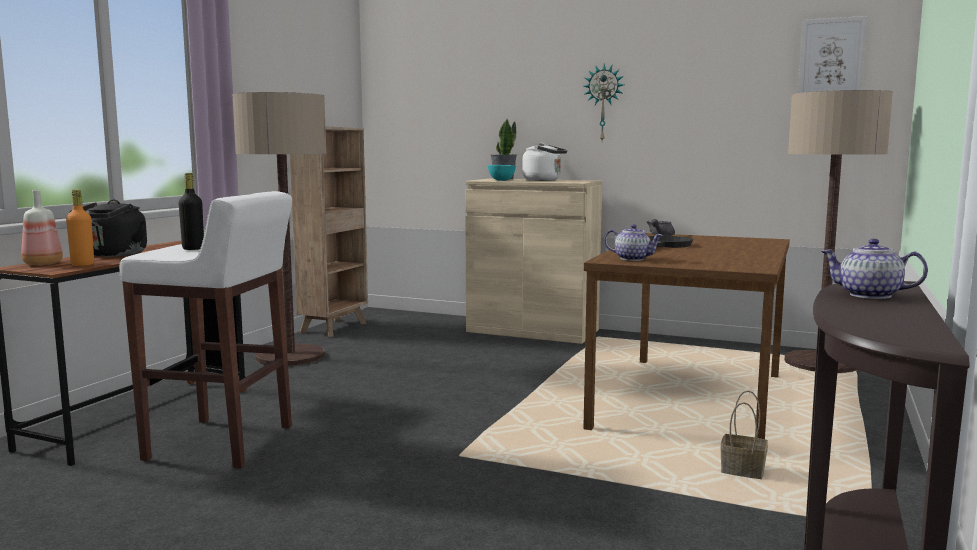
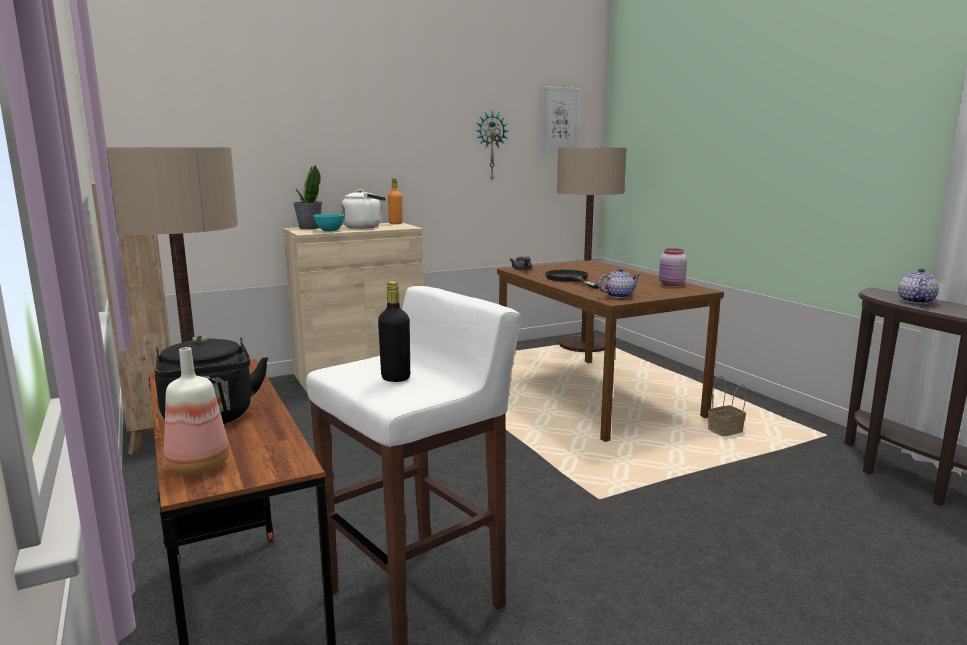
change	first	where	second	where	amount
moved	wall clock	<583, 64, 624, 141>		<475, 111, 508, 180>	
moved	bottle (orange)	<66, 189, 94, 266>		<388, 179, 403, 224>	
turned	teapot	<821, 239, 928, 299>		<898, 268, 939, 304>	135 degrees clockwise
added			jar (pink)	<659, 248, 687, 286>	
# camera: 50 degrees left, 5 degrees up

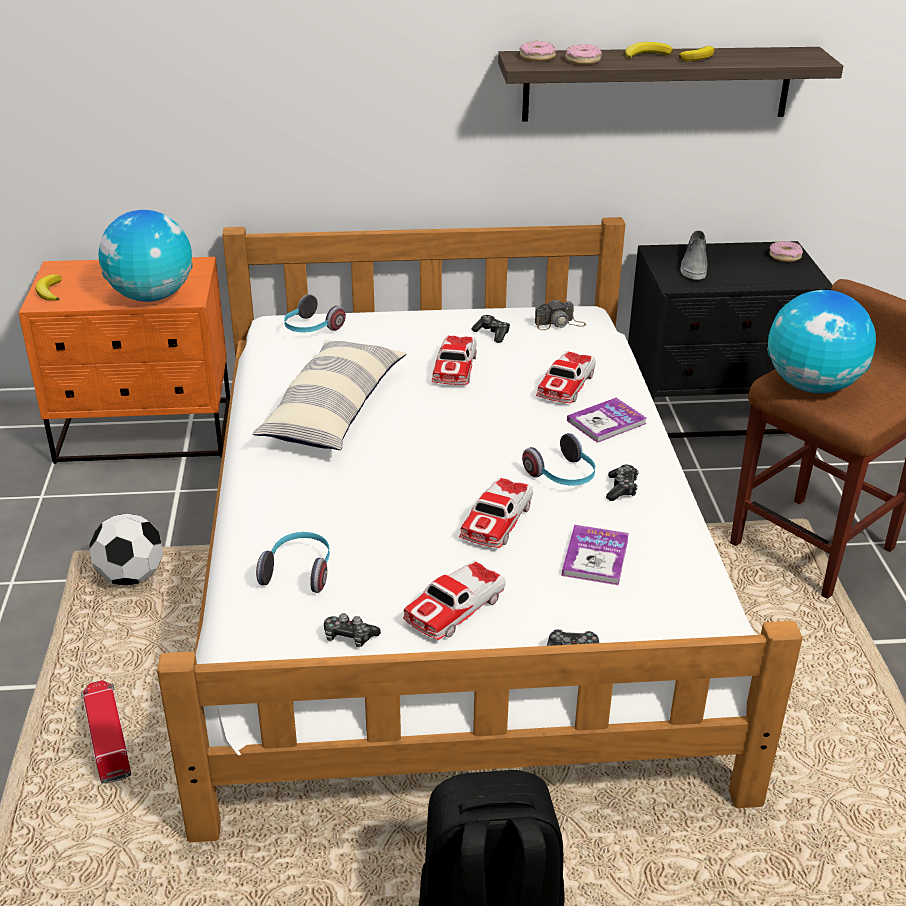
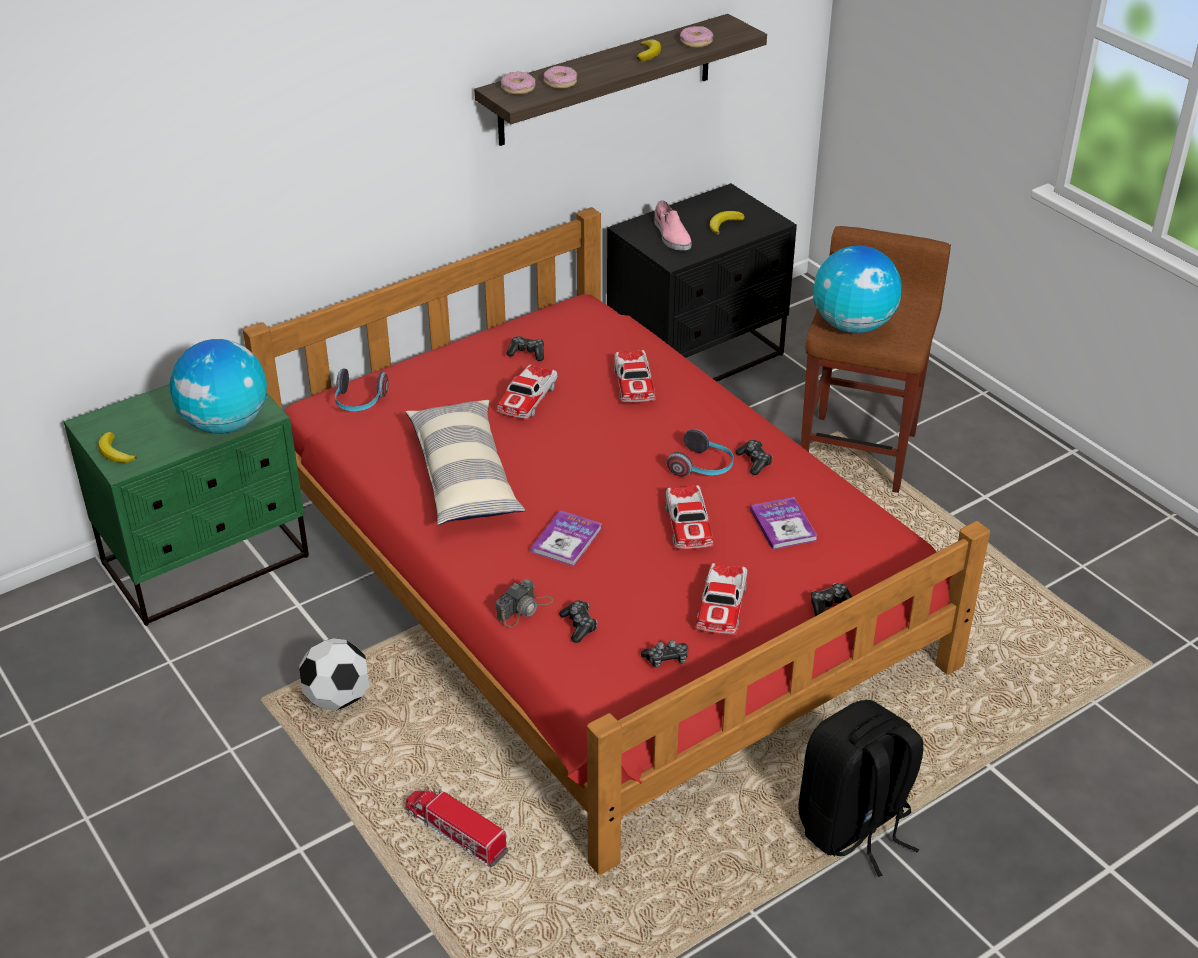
change	first	where	second	where	amount
moved	banana	<625, 42, 673, 59>		<710, 211, 745, 234>	
recoloured	bed (white)	<157, 217, 803, 843>	bed (red)	<243, 207, 990, 875>	
recoloured	shoe (grey)	<681, 231, 708, 280>	shoe (pink)	<655, 200, 691, 251>	
moved	donut	<769, 241, 803, 262>		<680, 26, 713, 48>	
recoloured	nightstand (orange)	<19, 257, 230, 464>	nightstand (green)	<64, 384, 309, 626>	
moved	photo camera	<535, 299, 586, 330>		<496, 579, 553, 627>	
turned	toy car	<431, 336, 477, 385>		<497, 365, 557, 419>	45 degrees clockwise
moved	book	<567, 398, 647, 443>		<531, 510, 602, 566>	
replaced	headphones	<256, 532, 330, 593>	game controller	<559, 600, 597, 643>	
# camera: 30 degrees left, 5 degrees up

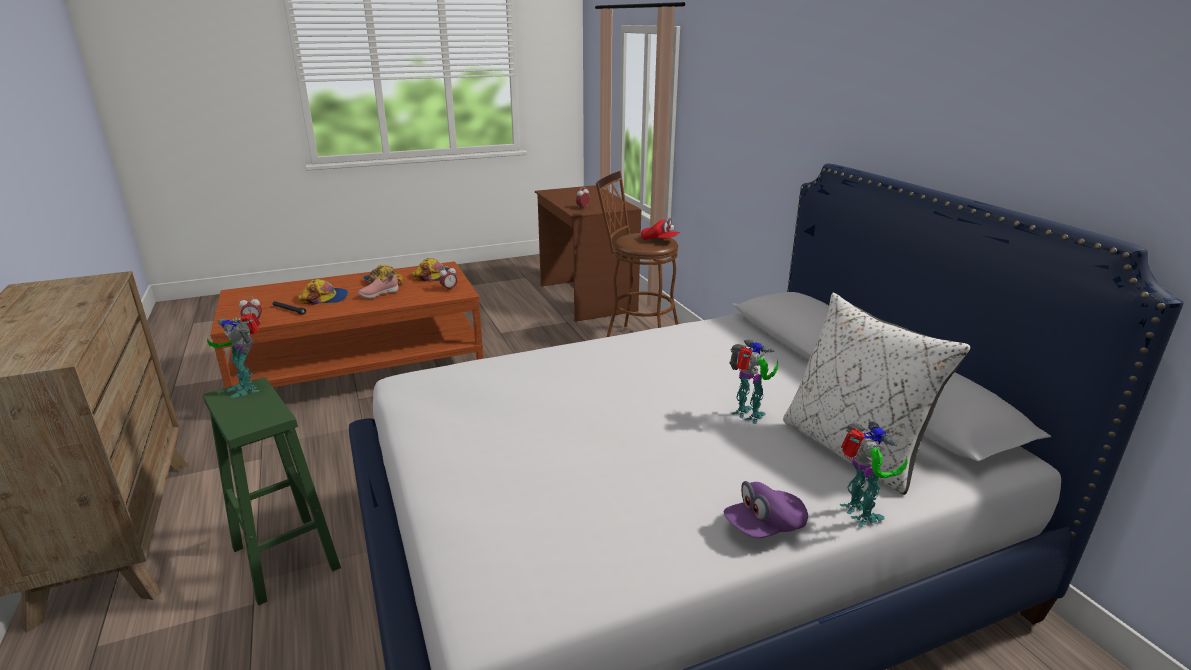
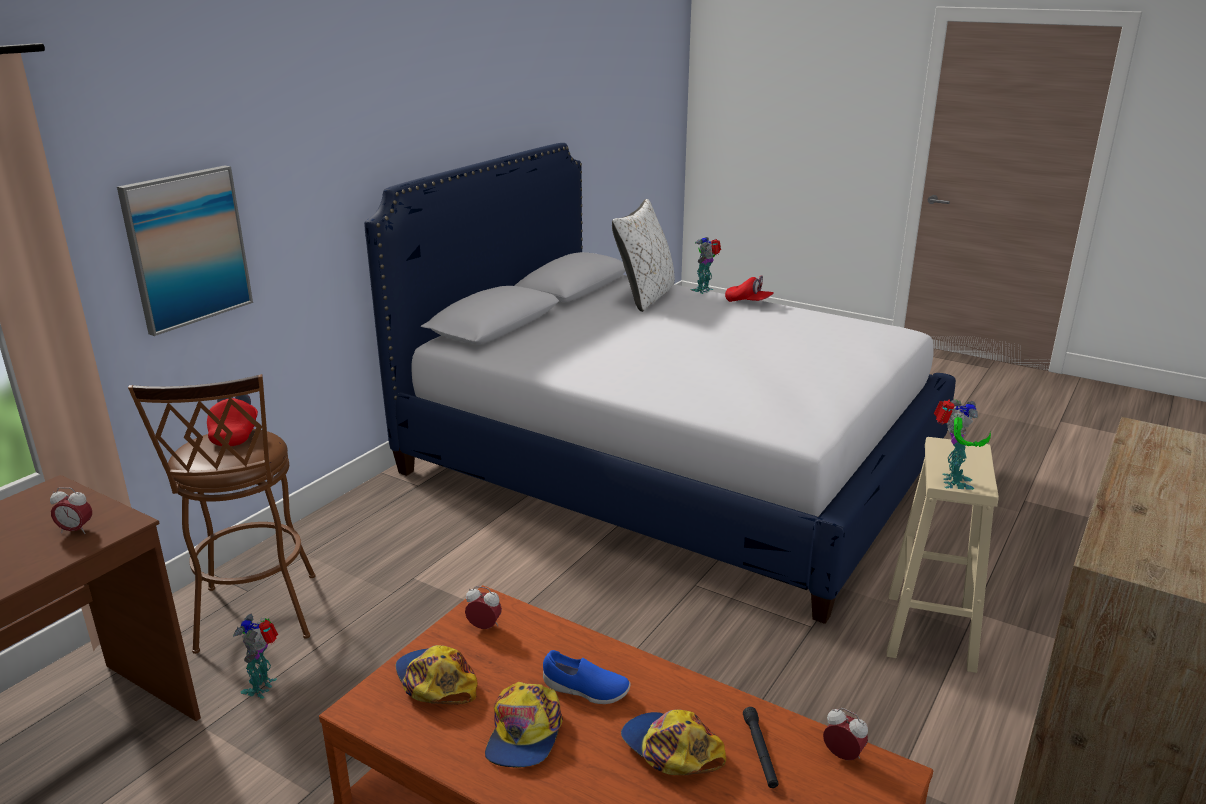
change	first	where	second	where	amount
recoloured	shoe (pink)	<358, 274, 398, 298>	shoe (blue)	<543, 650, 631, 704>	
moved	toy robot	<730, 340, 778, 424>		<233, 613, 278, 699>	
recoloured	stool (green)	<203, 377, 341, 606>	stool (beige)	<887, 437, 999, 673>	
recoloured	cap (purple)	<724, 481, 808, 538>	cap (red)	<725, 275, 773, 302>	
added			picture	<117, 165, 253, 336>	
# camera: 125 degrees left, 0 degrees up

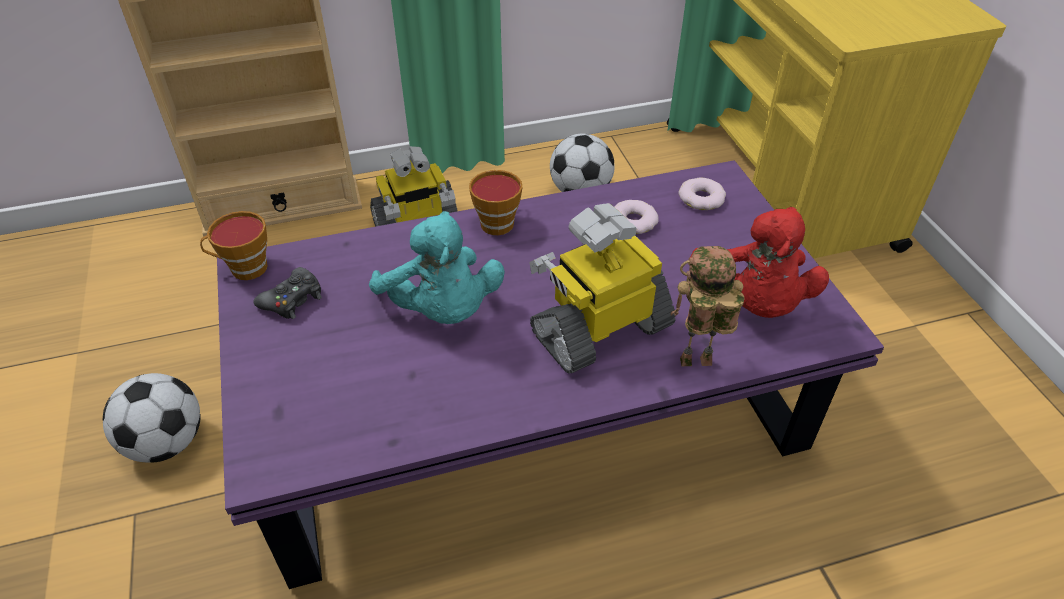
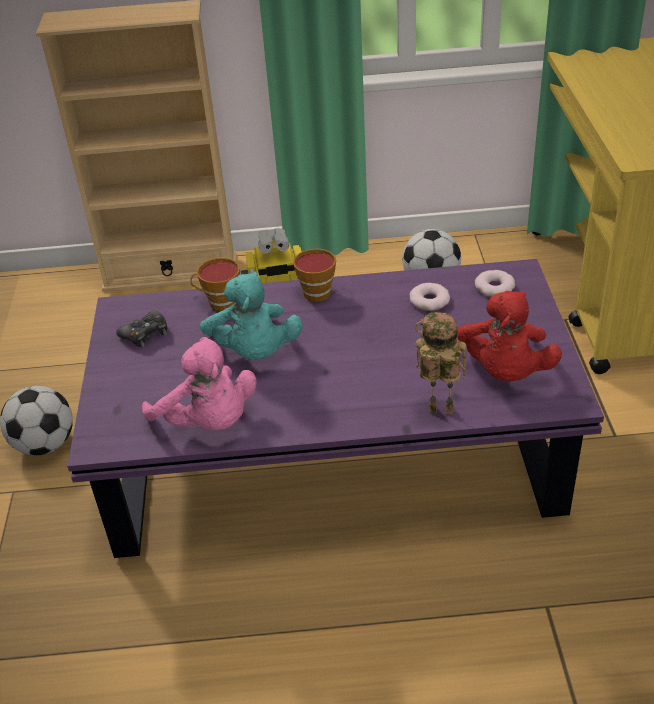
change	first	where	second	where	amount
removed	toy robot	<529, 203, 676, 374>			
moved	cup	<200, 211, 268, 280>		<190, 258, 240, 311>	
added			plush toy (pink)	<142, 337, 257, 430>	
# camera: 15 degrees right, 5 degrees down

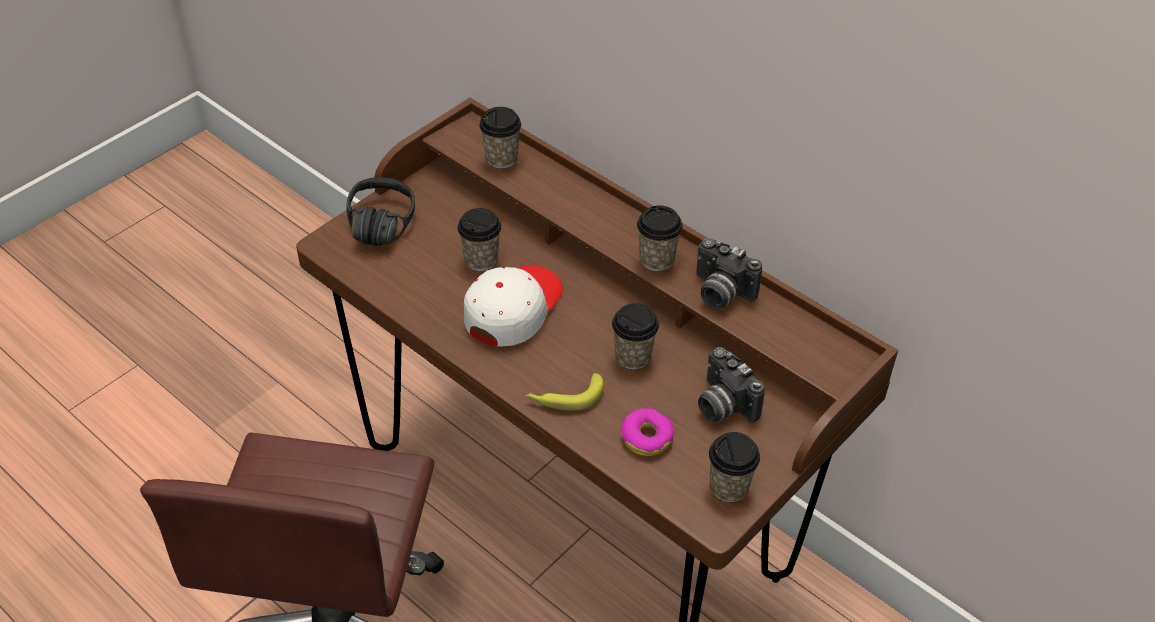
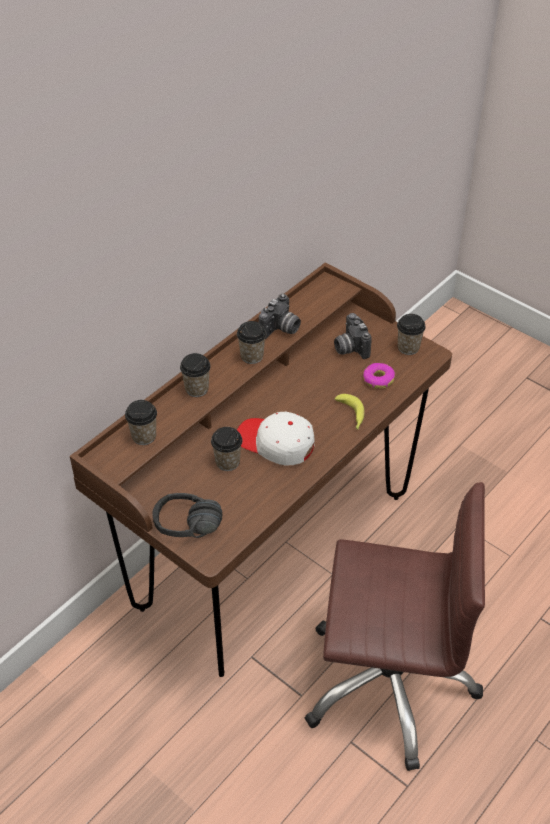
change	first	where	second	where	amount
moved	cup	<612, 303, 659, 370>		<180, 353, 211, 397>	
turned	photo camera	<698, 347, 765, 423>		<334, 313, 372, 359>	105 degrees clockwise
# camera: 90 degrees left, 0 degrees up

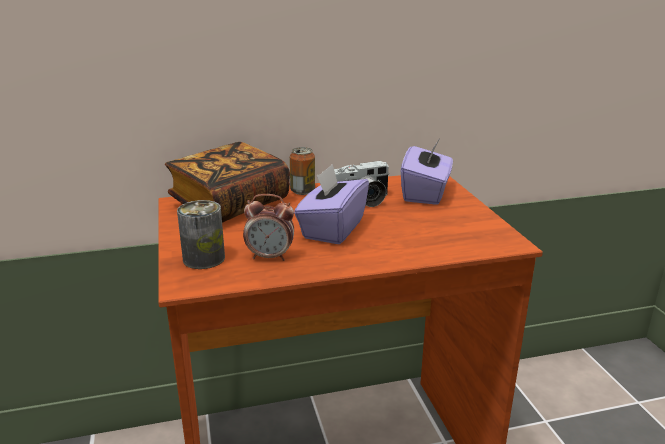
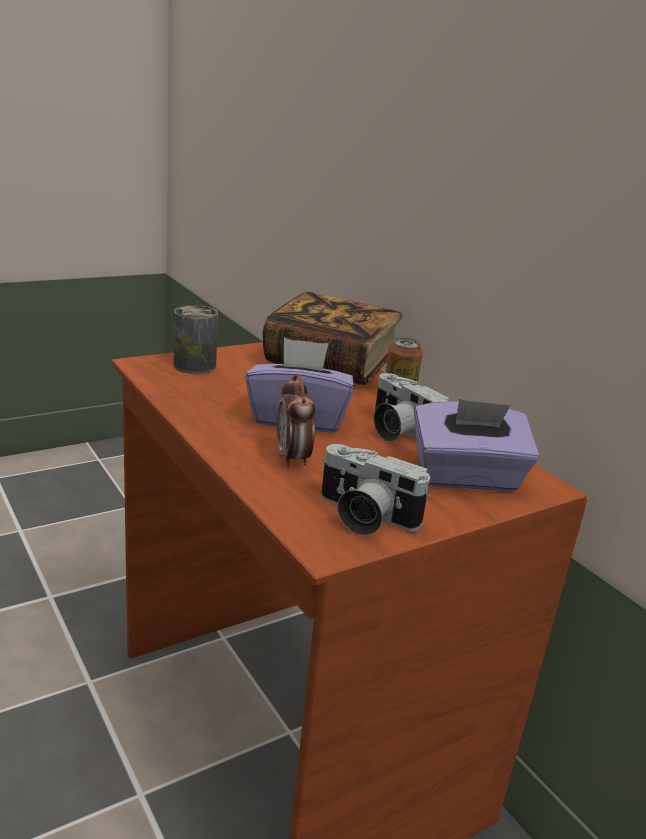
change	first	where	second	where	amount
moved	alarm clock	<243, 194, 294, 261>		<276, 374, 315, 468>	
added			photo camera	<321, 444, 430, 536>	
# camera: 70 degrees right, 0 degrees up

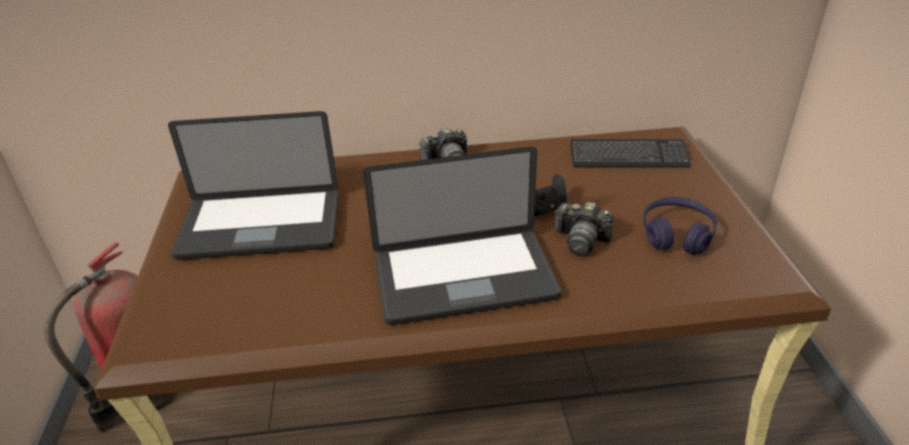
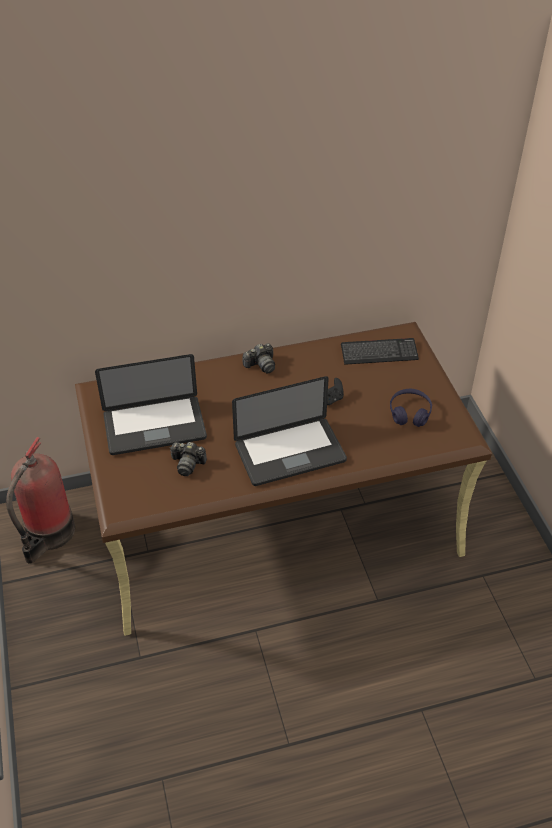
change	first	where	second	where	amount
moved	photo camera	<554, 202, 614, 255>		<170, 442, 207, 476>	
# camera: 10 degrees left, 10 degrees up

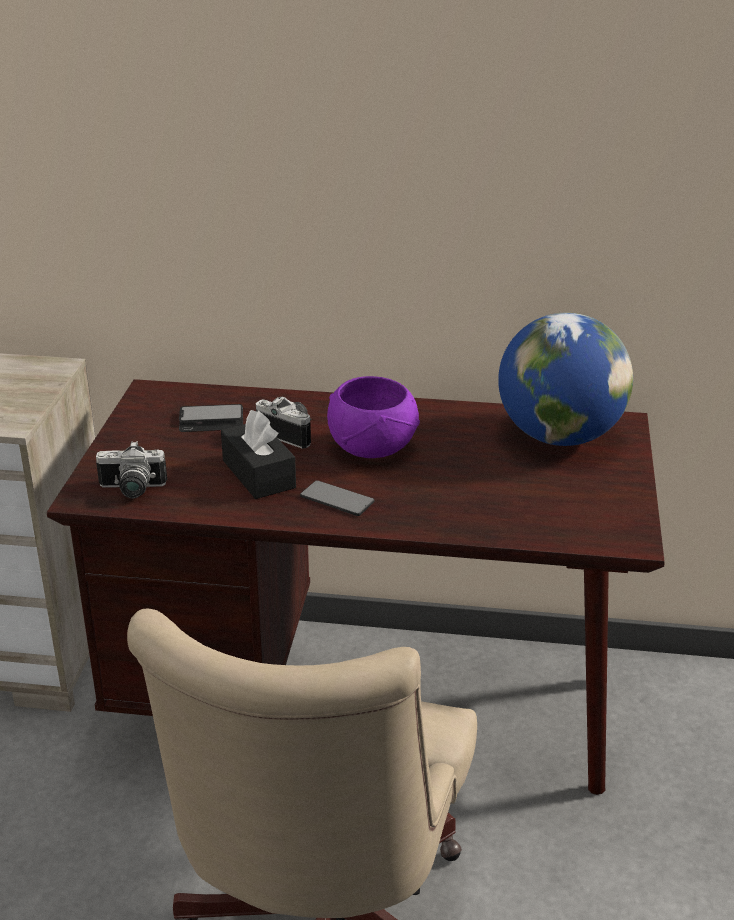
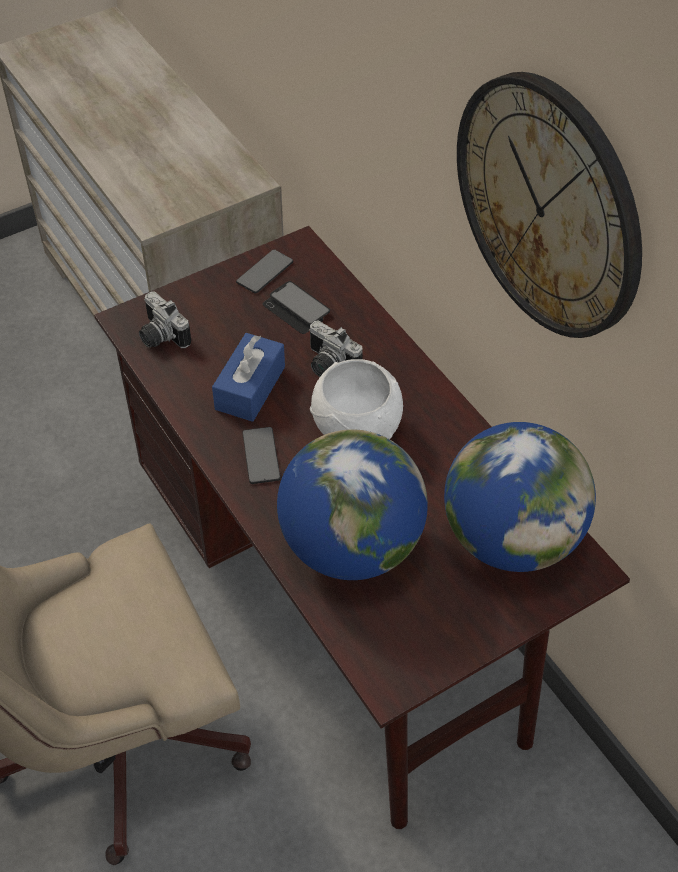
change	first	where	second	where	amount
recoloured	bowl (purple)	<327, 376, 420, 458>	bowl (white)	<310, 359, 403, 439>	
turned	photo camera	<256, 397, 312, 449>		<309, 320, 363, 377>	135 degrees clockwise
recoloured	tissue box (black)	<221, 410, 296, 499>	tissue box (blue)	<212, 333, 285, 422>	
added			wall clock	<457, 72, 642, 338>	
added			phone	<236, 249, 293, 294>	
added			globe	<277, 429, 428, 580>	
# camera: 50 degrees right, 20 degrees up

